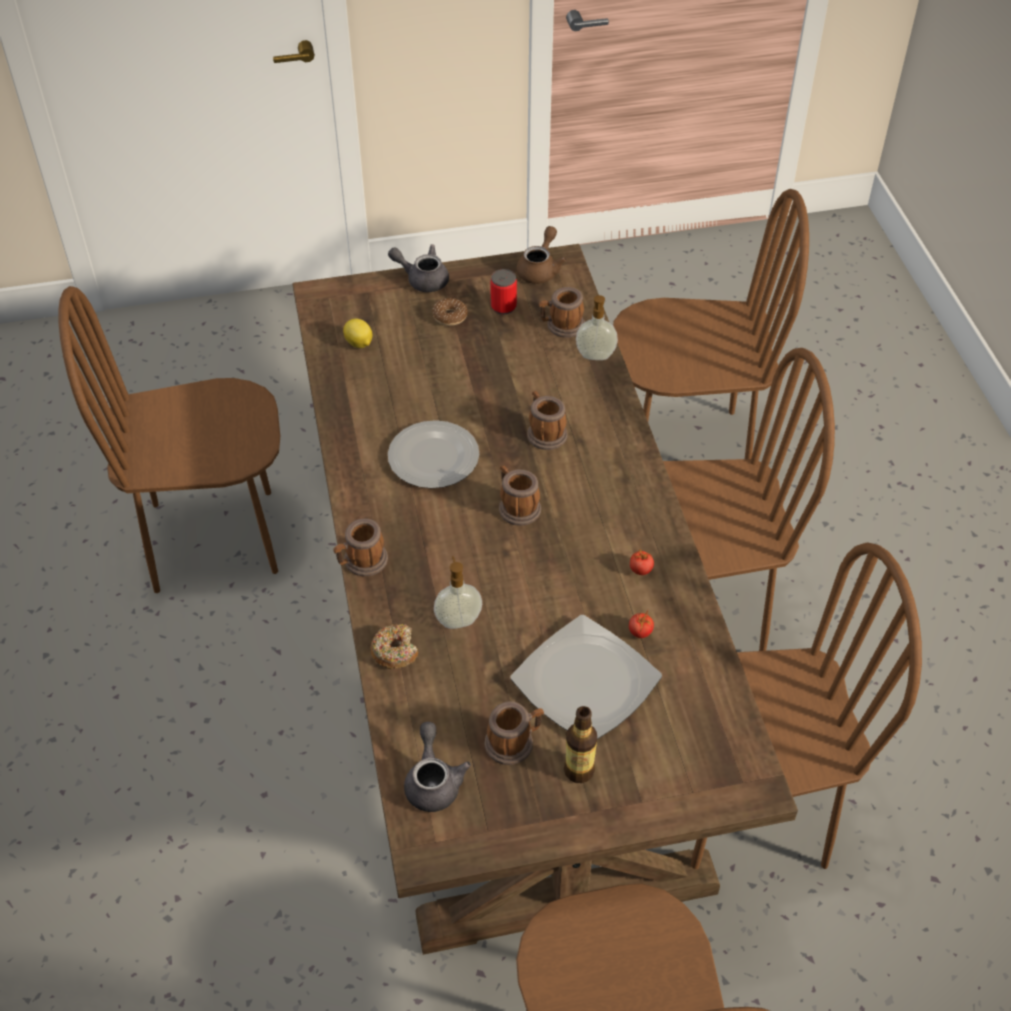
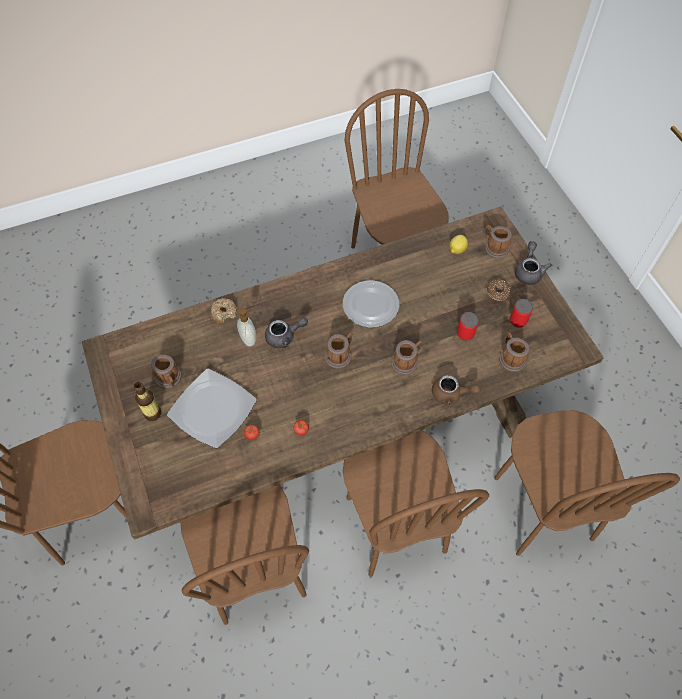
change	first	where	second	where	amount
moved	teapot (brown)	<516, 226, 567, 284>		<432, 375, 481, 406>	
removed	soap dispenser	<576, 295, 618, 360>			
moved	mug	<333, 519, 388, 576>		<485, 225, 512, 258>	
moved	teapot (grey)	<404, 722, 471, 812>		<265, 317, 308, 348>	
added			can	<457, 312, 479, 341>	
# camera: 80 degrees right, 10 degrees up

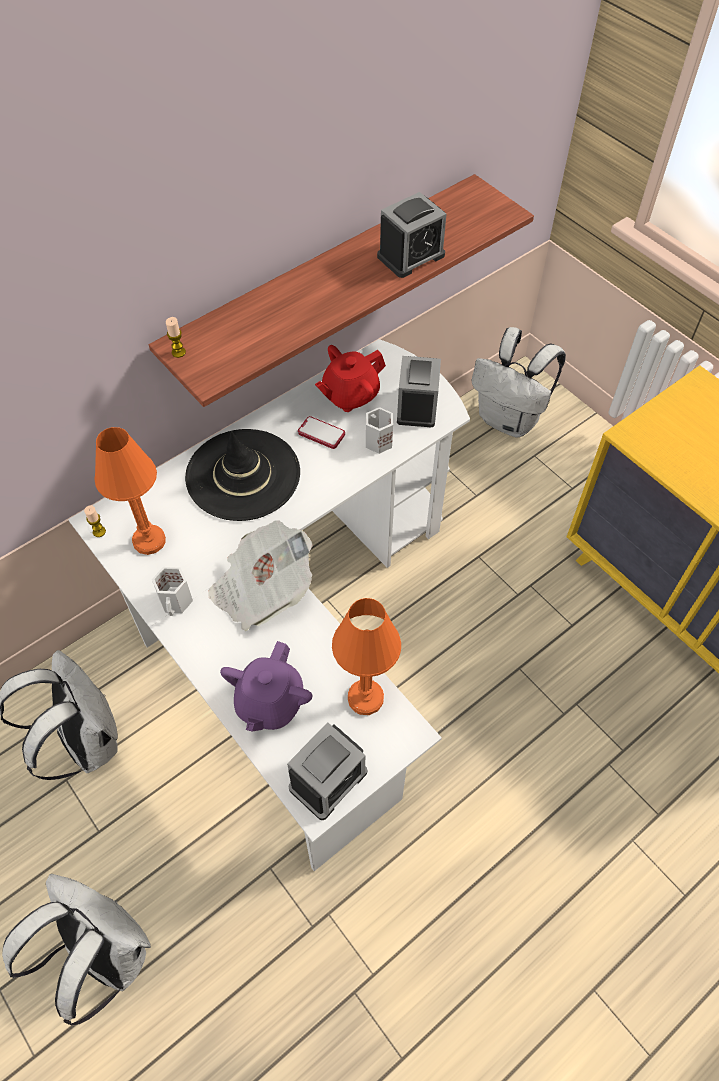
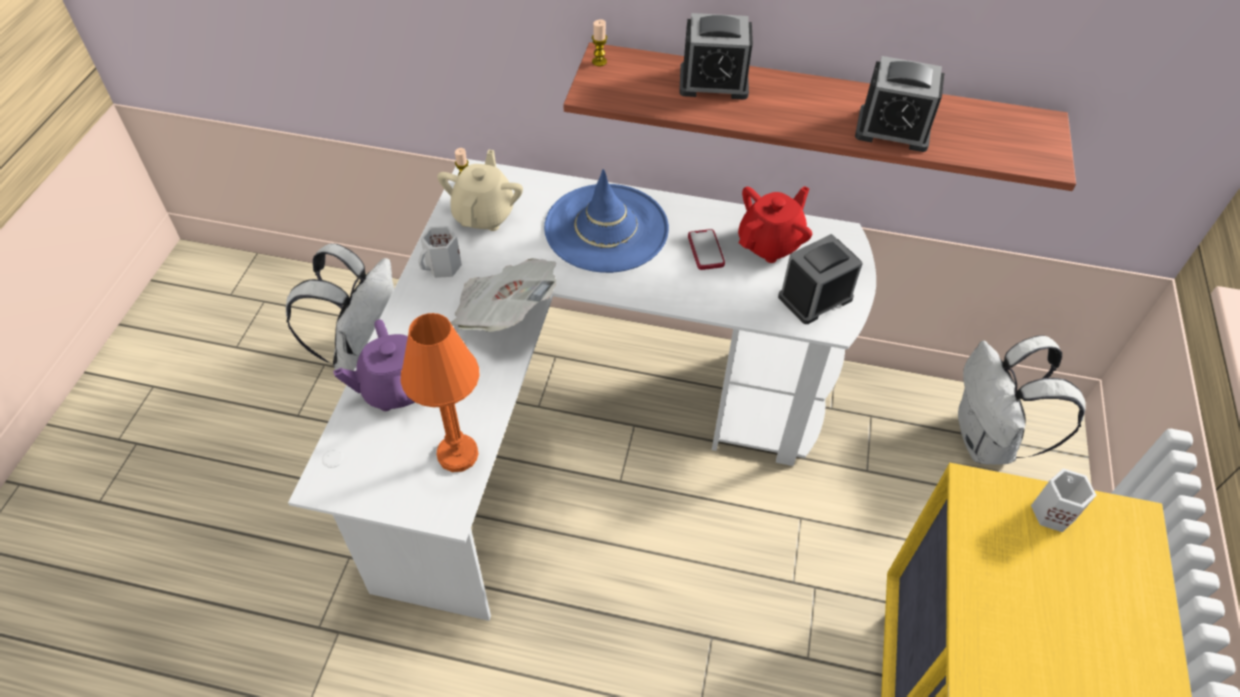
change	first	where	second	where	amount
turned	teapot (red)	<315, 345, 386, 412>		<738, 186, 812, 263>	120 degrees clockwise
moved	mug (white)	<366, 407, 393, 454>		<1031, 468, 1096, 532>	
replaced	table lamp (orange)	<94, 427, 166, 555>	teapot (beige)	<437, 150, 523, 231>	
recoloured	hat (black)	<185, 429, 300, 521>	hat (blue)	<544, 169, 669, 273>	
moved	alarm clock	<287, 722, 367, 820>		<679, 13, 753, 100>	
removed	backpack (white)	<2, 873, 151, 1026>			
# camera: 50 degrees right, 5 degrees down

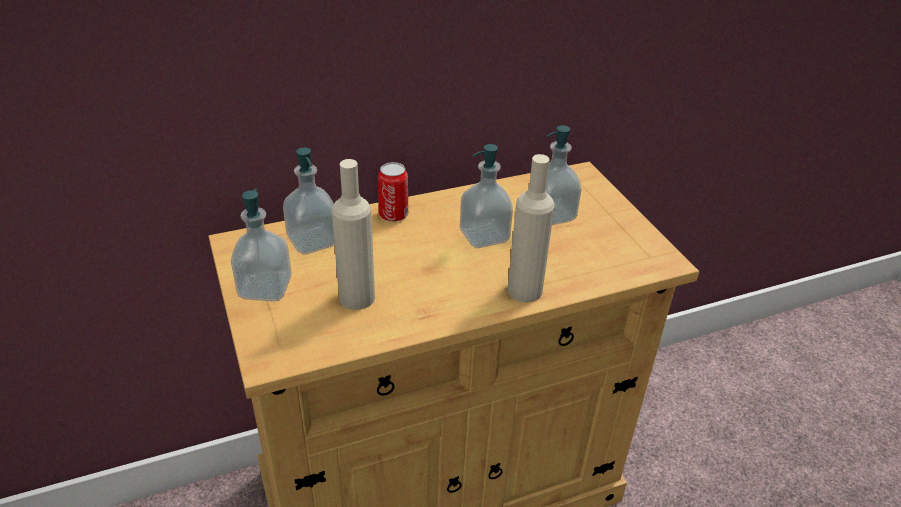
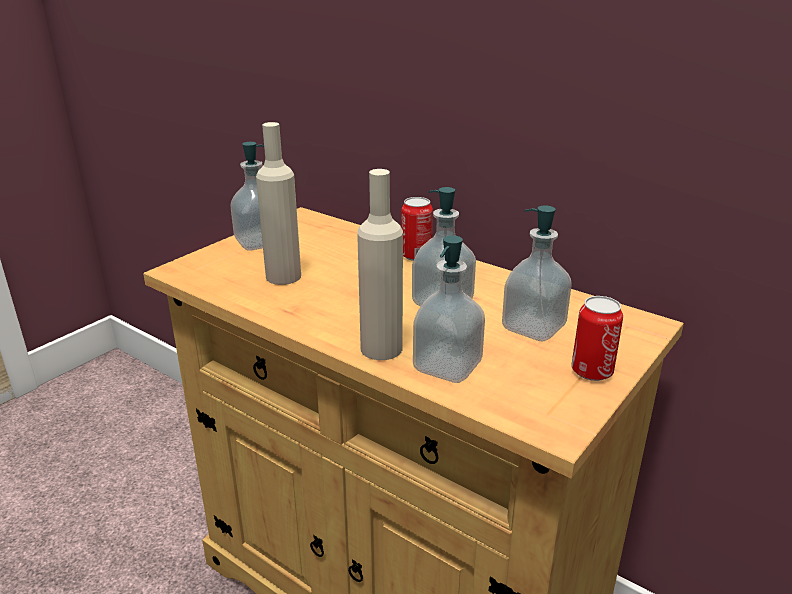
change	first	where	second	where	amount
moved	soap dispenser	<283, 148, 334, 255>		<413, 235, 485, 383>	
added			can	<571, 296, 623, 381>	
# camera: 60 degrees right, 10 degrees down

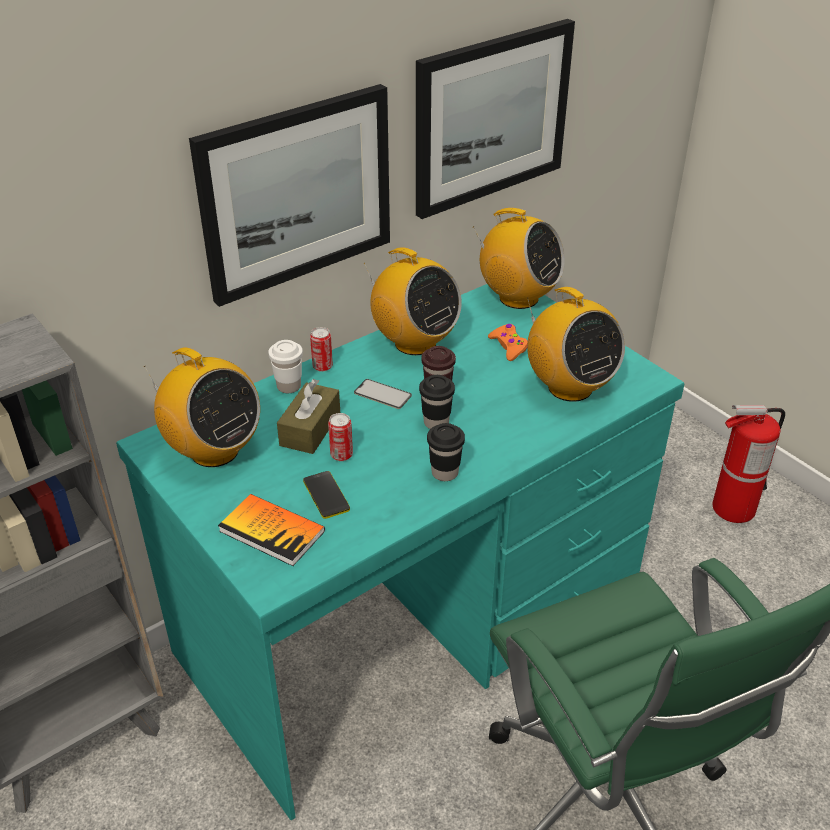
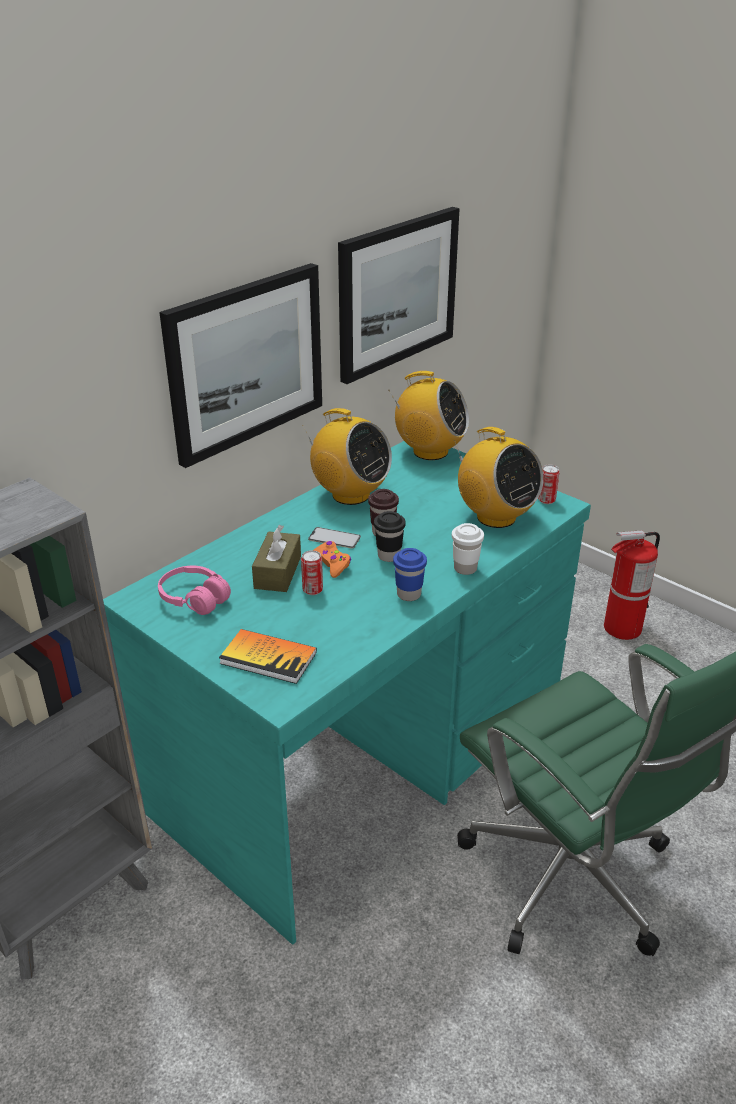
change	first	where	second	where	amount
moved	game controller (orange)	<488, 324, 528, 361>		<314, 541, 351, 578>	
moved	can	<310, 327, 333, 372>		<538, 465, 560, 504>	
moved	cup (white)	<268, 340, 303, 393>		<452, 523, 484, 575>	
replaced	radio	<144, 348, 260, 467>	headphones (pink)	<158, 566, 231, 615>	
recoloured	cup (black)	<427, 423, 465, 481>	cup (blue)	<393, 548, 427, 601>	
removed	phone	<303, 471, 350, 519>			
# camera: 10 degrees left, 5 degrees down

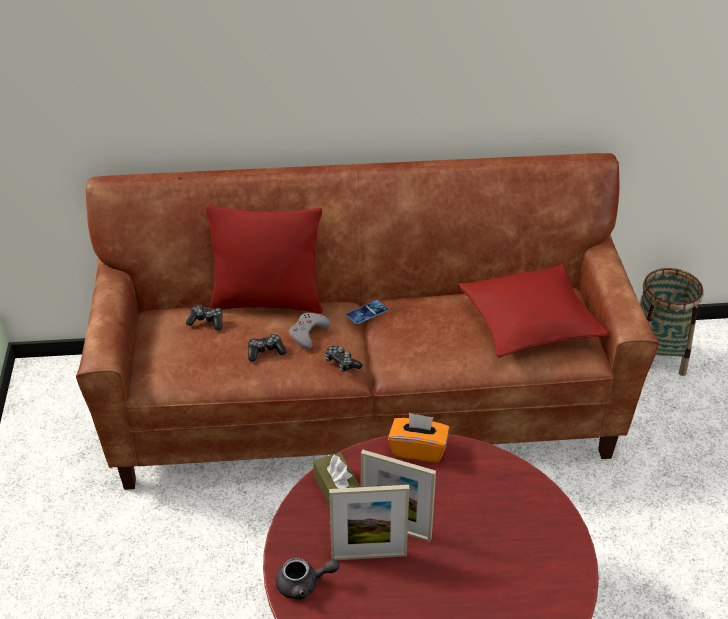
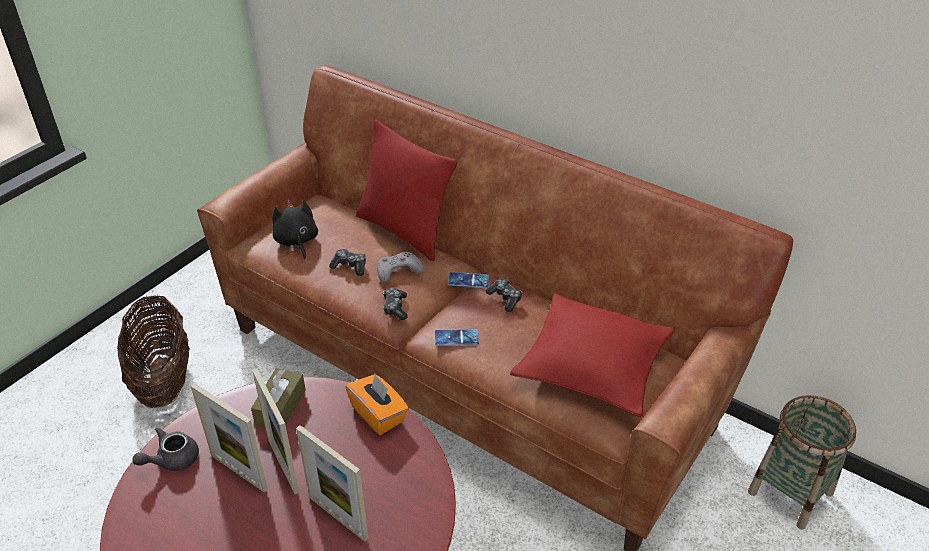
change	first	where	second	where	amount
moved	game controller	<186, 305, 223, 331>		<486, 278, 523, 312>	
turned	teapot (grey)	<276, 558, 339, 600>		<133, 427, 199, 471>	105 degrees clockwise
added			plush toy (black)	<273, 200, 318, 260>	
added			basket	<117, 295, 190, 408>	
added			phone	<435, 329, 479, 346>	
added			picture frame	<296, 425, 369, 542>	
# camera: 40 degrees right, 0 degrees up

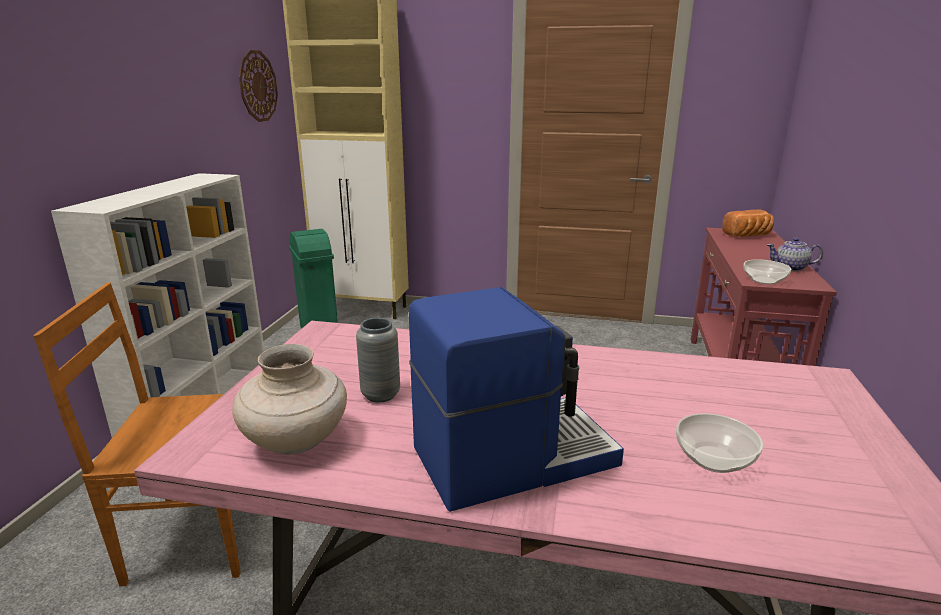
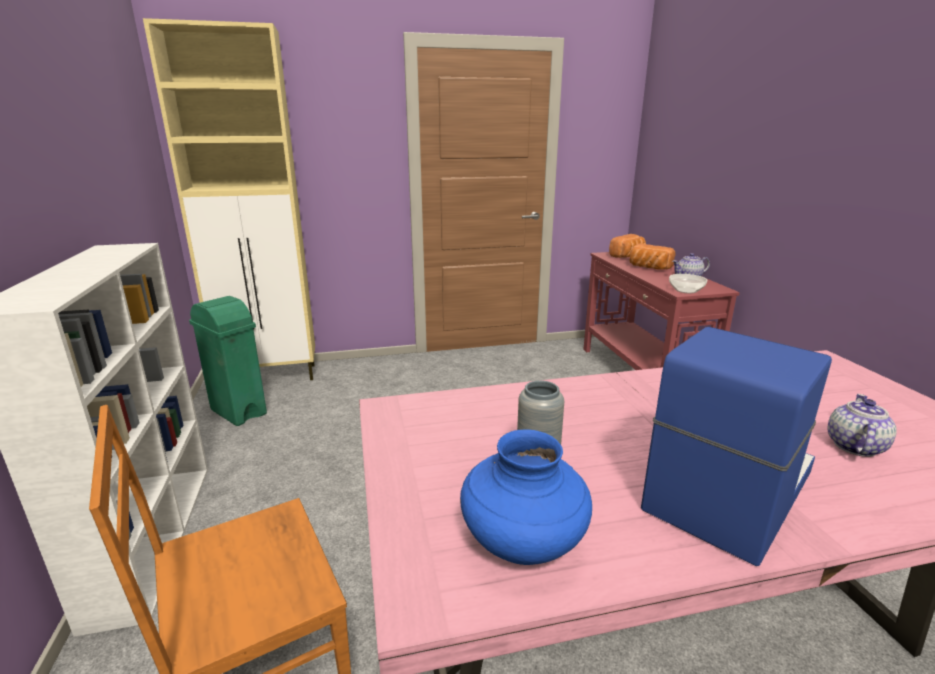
change	first	where	second	where	amount
removed	wall clock	<239, 50, 278, 122>			
recoloured	vase (beige)	<232, 344, 347, 455>	vase (blue)	<460, 429, 592, 565>	
replaced	bowl	<676, 413, 763, 473>	teapot	<827, 394, 897, 457>	
added			bread	<629, 243, 675, 270>	
# camera: 25 degrees left, 0 degrees up

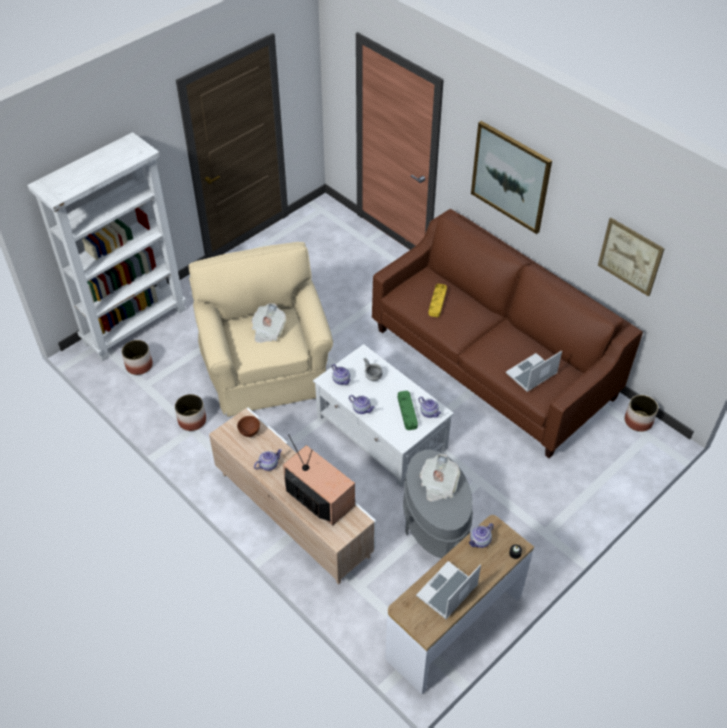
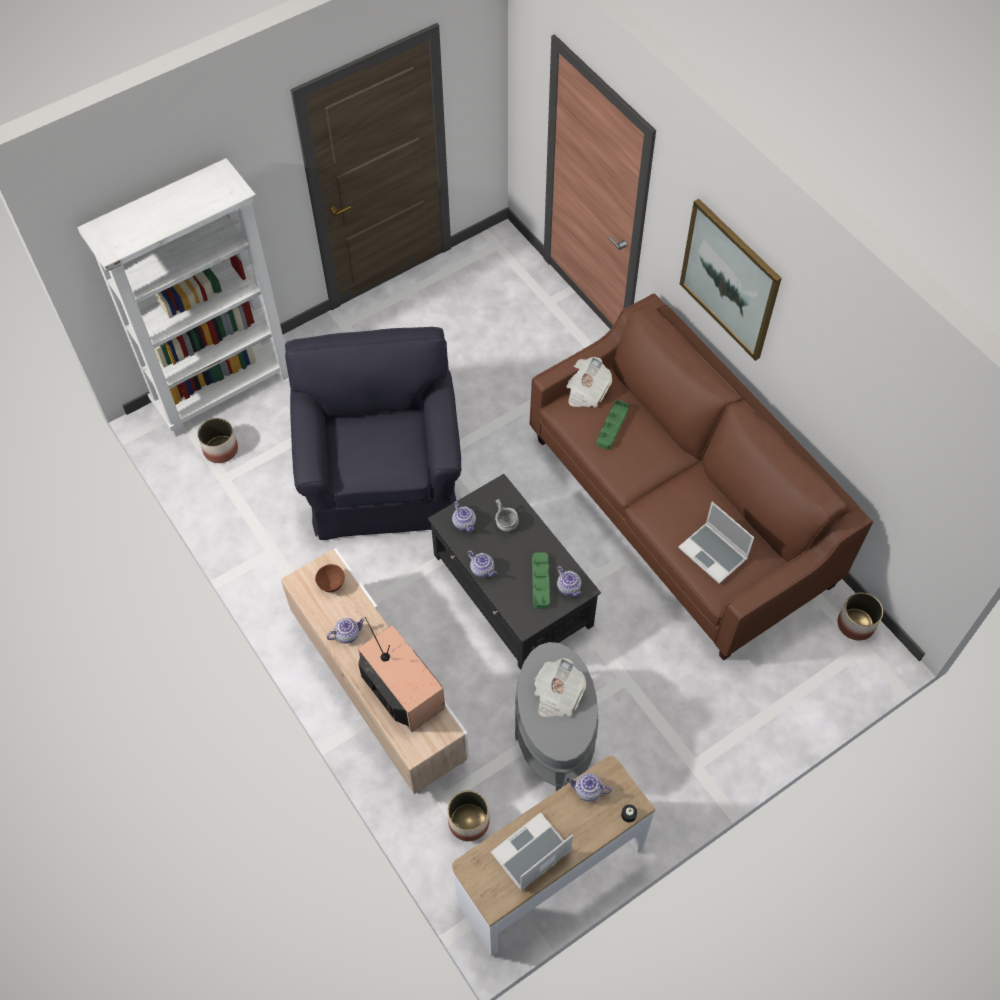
change	first	where	second	where	amount
removed	picture	<598, 218, 665, 297>			
recoloured	armchair (beige)	<188, 242, 333, 417>	armchair (black)	<285, 327, 462, 540>	
recoloured	tray (yellow)	<428, 284, 447, 317>	tray (green)	<596, 400, 629, 450>	
moved	newspaper	<251, 303, 286, 343>		<566, 357, 612, 408>	
recoloured	coffee table (white)	<313, 344, 454, 487>	coffee table (black)	<428, 474, 601, 670>	
turned	laptop	<506, 351, 562, 392>		<678, 502, 754, 584>	105 degrees counterclockwise
moved	planter	<175, 394, 206, 431>		<447, 790, 489, 841>	
turned	teapot	<469, 523, 494, 548>		<567, 773, 612, 802>	45 degrees clockwise
# camera: 10 degrees right, 10 degrees up

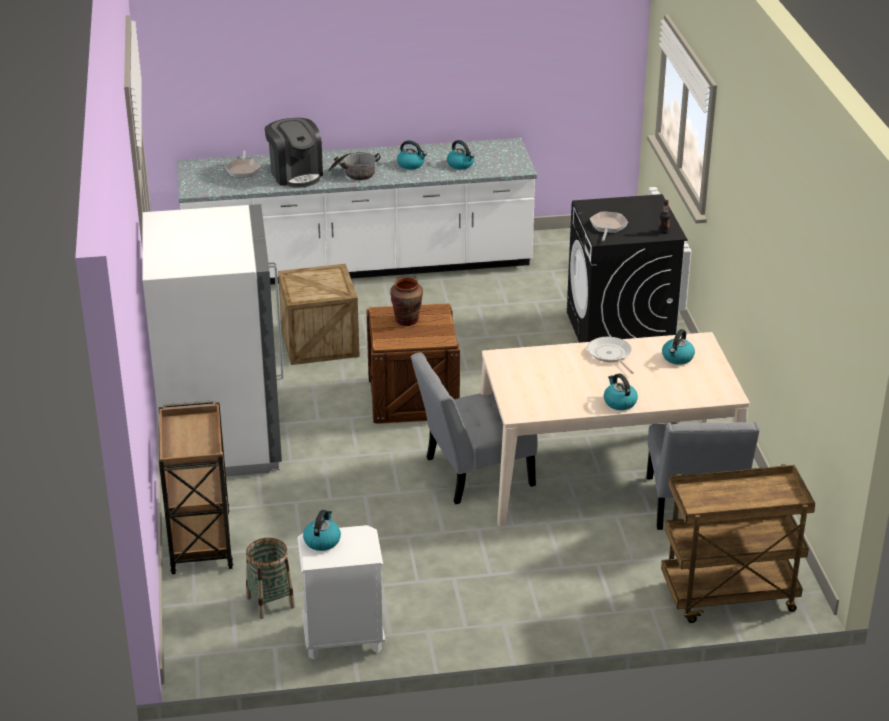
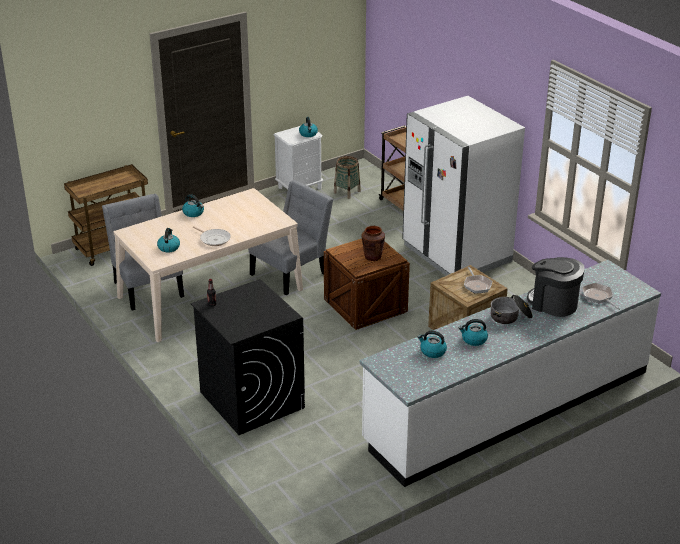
change	first	where	second	where	amount
moved	frying pan	<590, 211, 628, 241>		<464, 267, 492, 294>	
# camera: 155 degrees right, 0 degrees up

